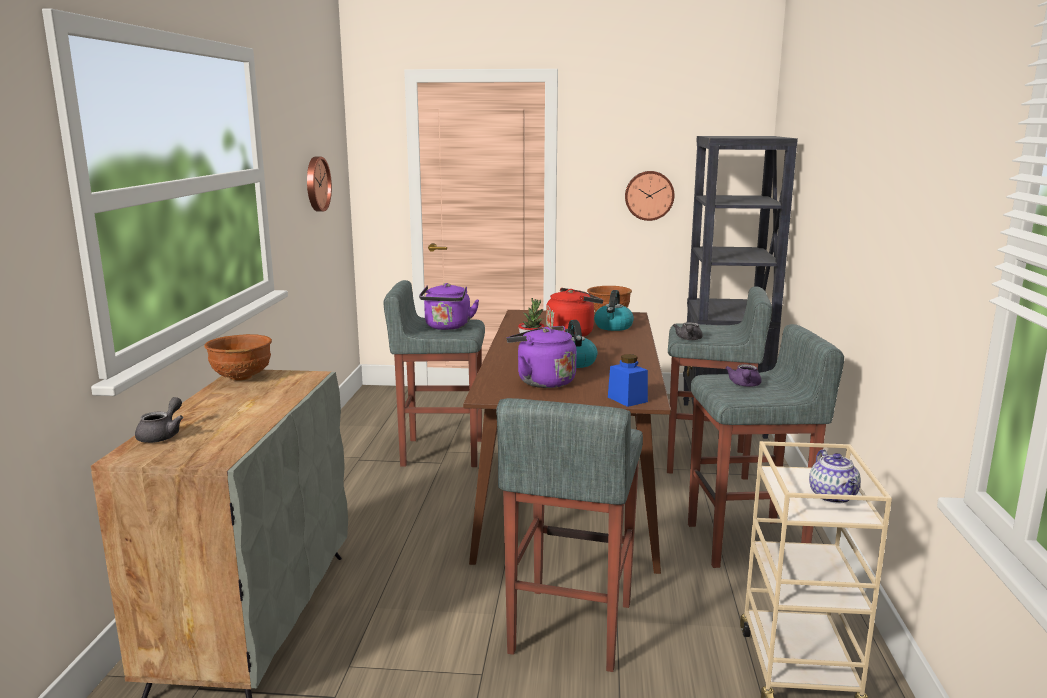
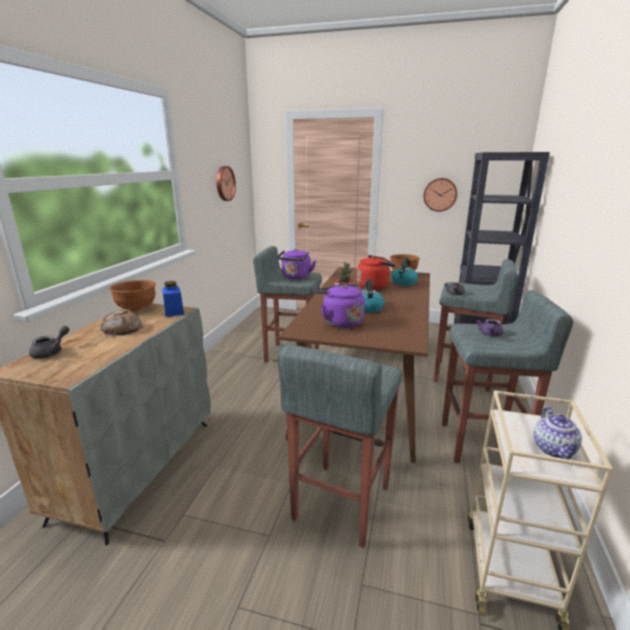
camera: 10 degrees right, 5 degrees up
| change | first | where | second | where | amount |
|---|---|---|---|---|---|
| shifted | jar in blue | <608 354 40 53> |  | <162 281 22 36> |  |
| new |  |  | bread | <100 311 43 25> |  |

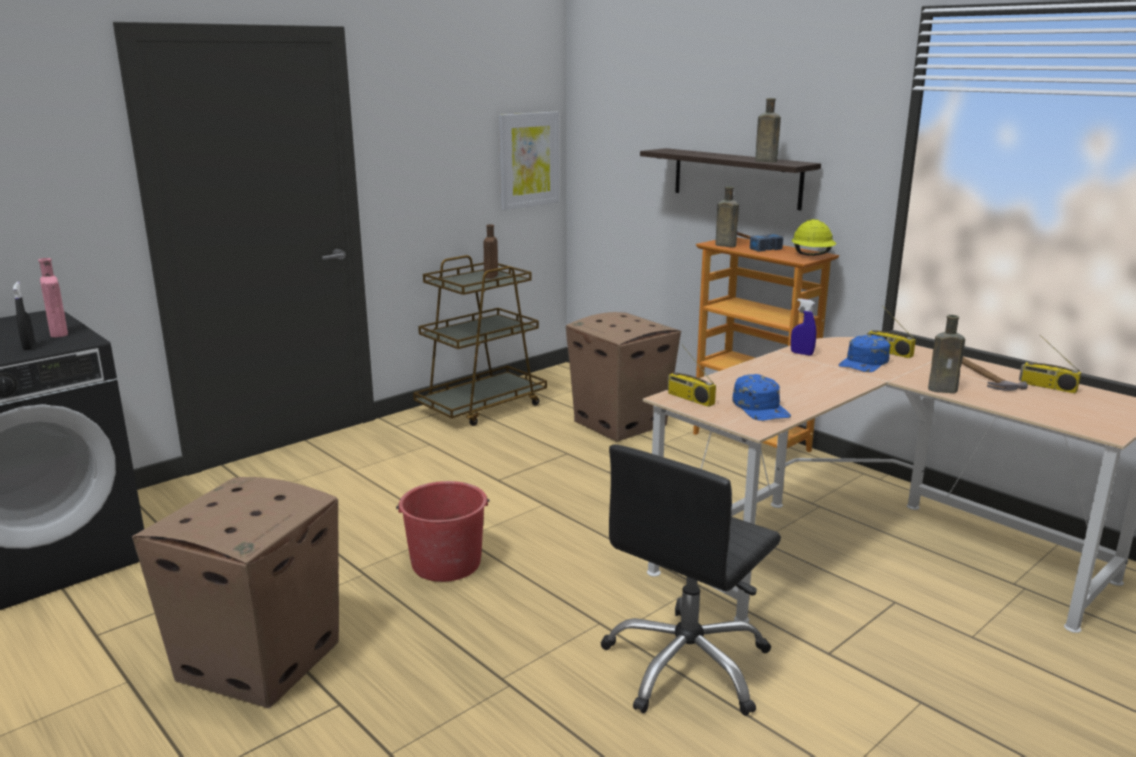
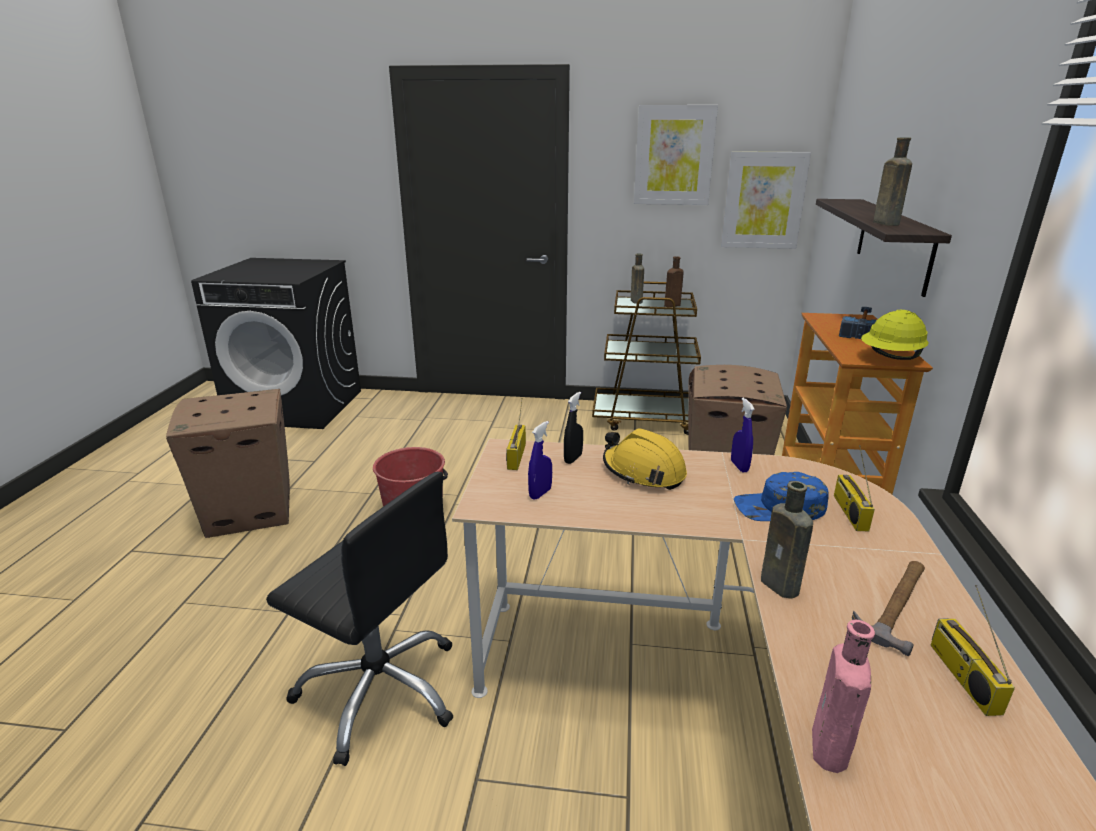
camera: 50 degrees right, 5 degrees up
| change | first | where | second | where | amount |
|---|---|---|---|---|---|
| shifted | spray bottle in black | <13 282 22 68> |  | <564 392 19 72> |  |
| shifted | bottle in pink | <38 258 30 79> |  | <812 620 63 153> |  |
| rotated | office chair in black | <600 444 181 272> |  | <266 472 188 294> | 150 degrees counterclockwise |
| shifted | bottle in brown | <715 186 24 61> |  | <631 253 13 51> |  |
| swapped | cap in blue | <733 374 58 47> | spray bottle in blue | <528 421 24 79> |  |
| new |  |  | hard hat in yellow | <603 428 84 62> |  |
| new |  |  | picture | <634 105 84 100> |  |

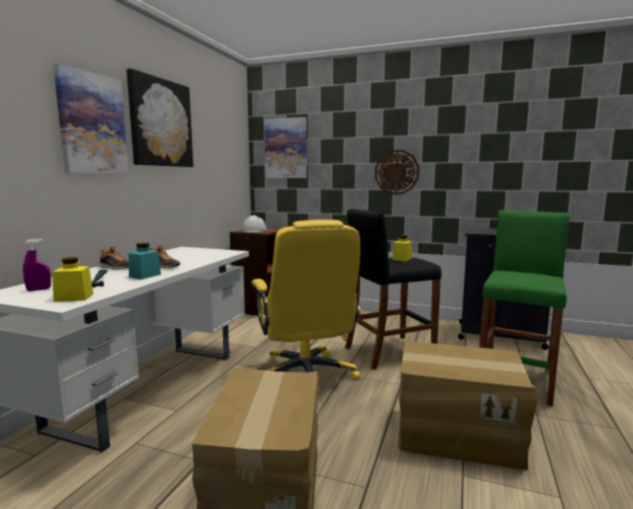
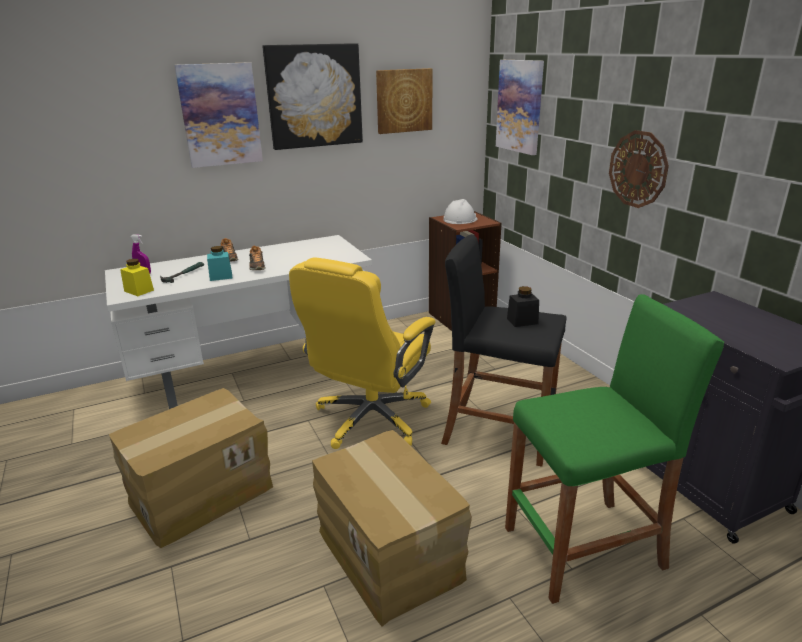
camera: 45 degrees right, 15 degrees up
| change | first | where | second | where | amount |
|---|---|---|---|---|---|
| repainted | jar in yellow | <393 235 19 27> | jar in black | <507 286 32 41> |  |
| new |  |  | picture | <376 68 57 66> |  |

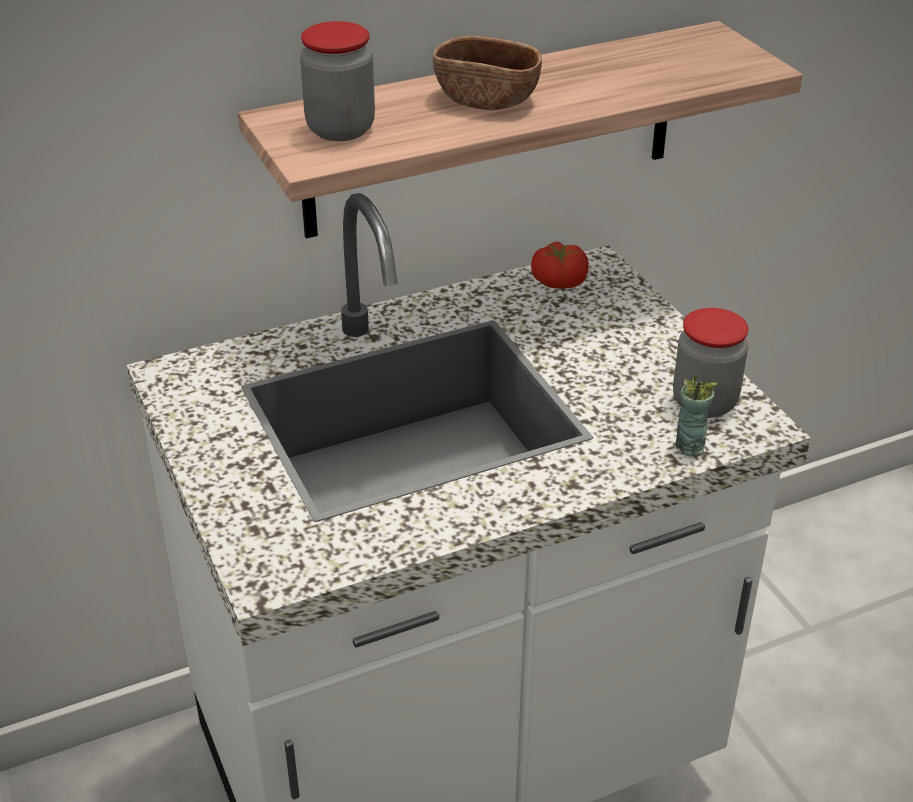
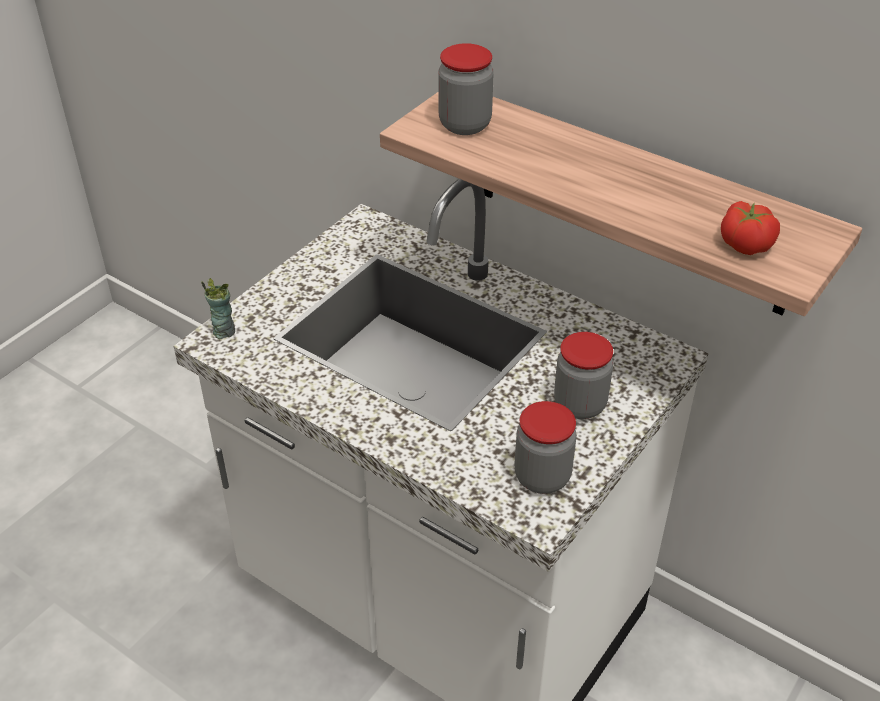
camera: 60 degrees right, 5 degrees up
| change | first | where | second | where | amount |
|---|---|---|---|---|---|
| gone | bowl in brown | <433 36 109 74> |  |  |  |
| shifted | tomato | <531 241 58 47> |  | <721 201 59 54> |  |
| shifted | cup | <675 374 43 82> |  | <201 278 34 61> |  |
| new |  |  | jar | <554 332 59 87> |  |

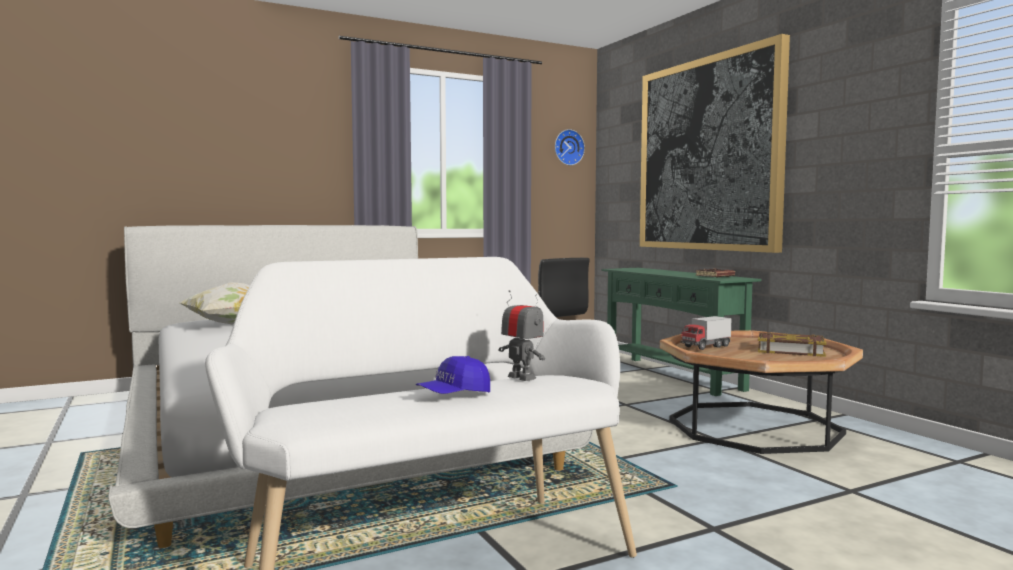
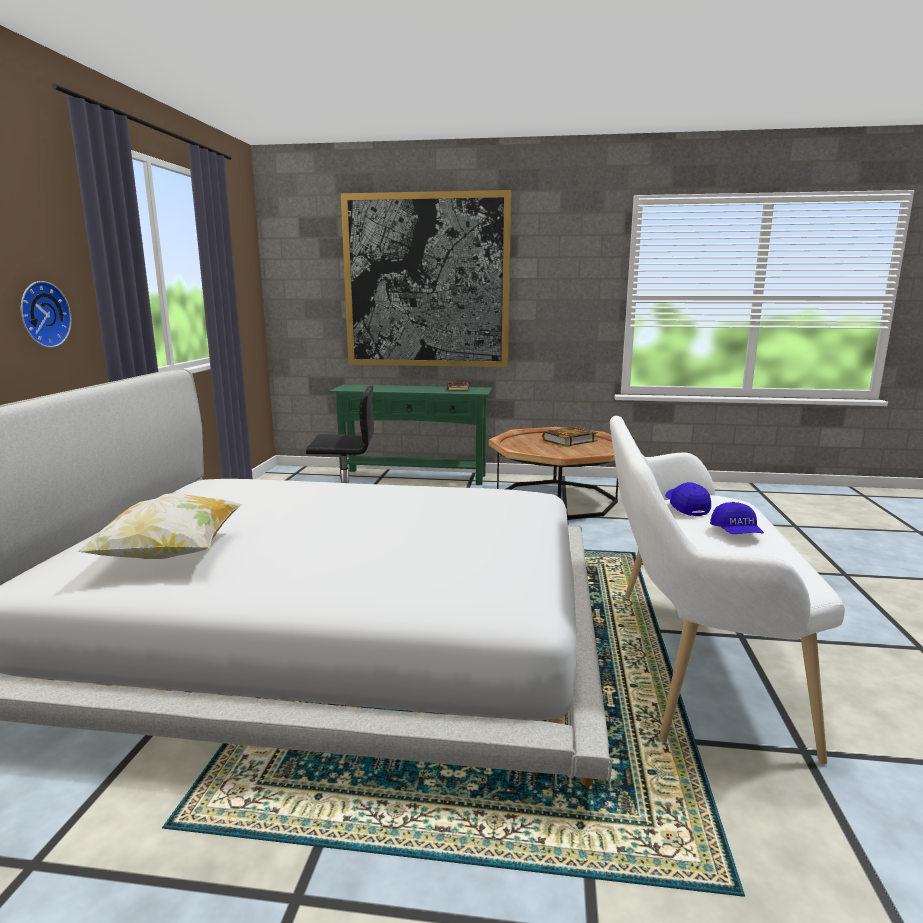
camera: 55 degrees left, 10 degrees up
| change | first | where | second | where | amount |
|---|---|---|---|---|---|
| swapped | toy robot | <498 290 47 91> | cap in blue | <665 482 46 34> |  |
| shifted | wall clock | <555 129 30 36> |  | <21 281 51 67> |  |
| gone | toy truck | <680 316 52 34> |  |  |  |

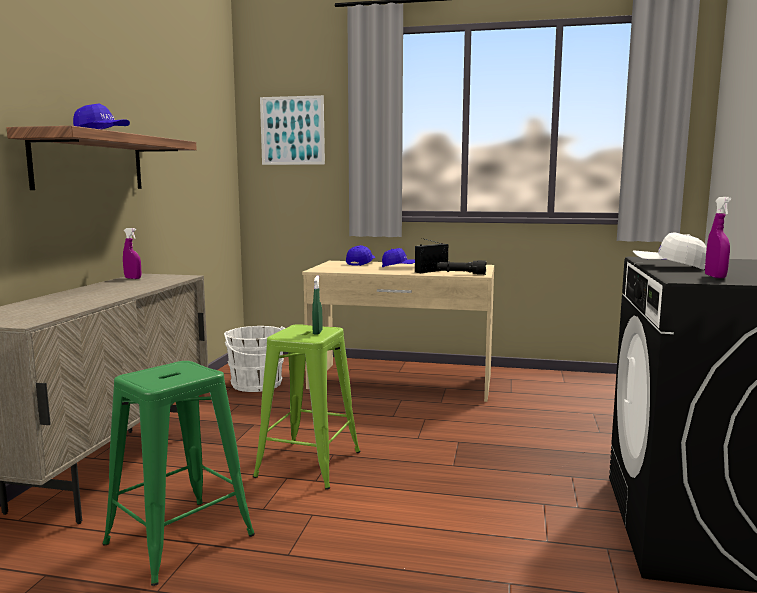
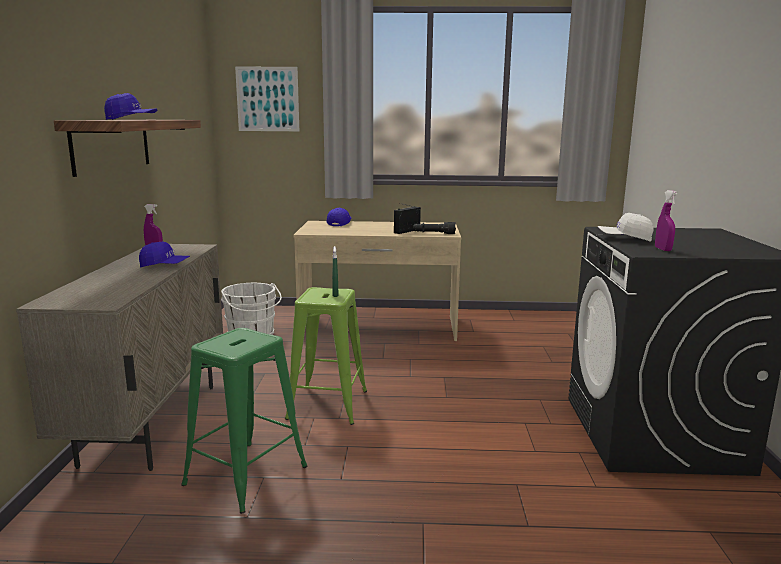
camera: 10 degrees left, 5 degrees up
| change | first | where | second | where | amount |
|---|---|---|---|---|---|
| shifted | cap in blue | <382 248 33 19> |  | <139 242 51 26> |  |

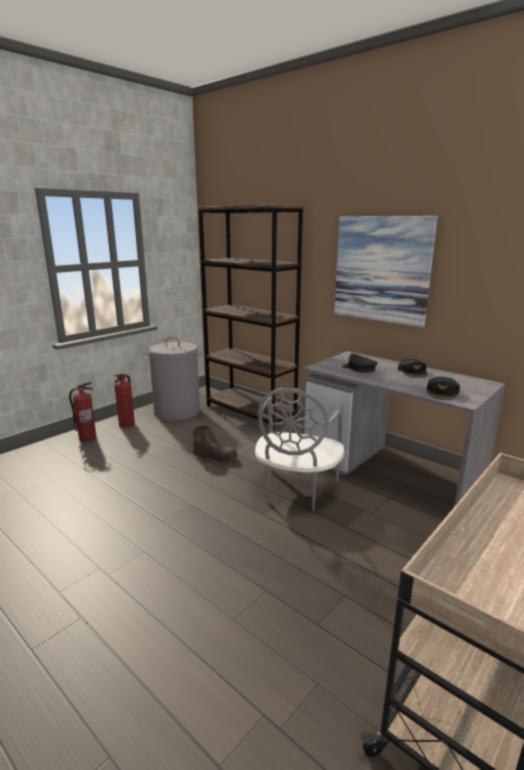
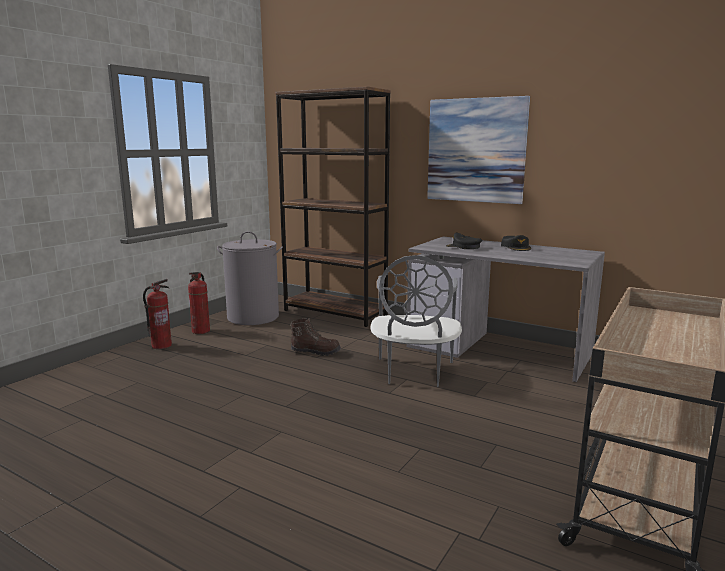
camera: 10 degrees left, 5 degrees down
| change | first | where | second | where | amount |
|---|---|---|---|---|---|
| gone | cap in black | <427 377 33 23> |  |  |  |

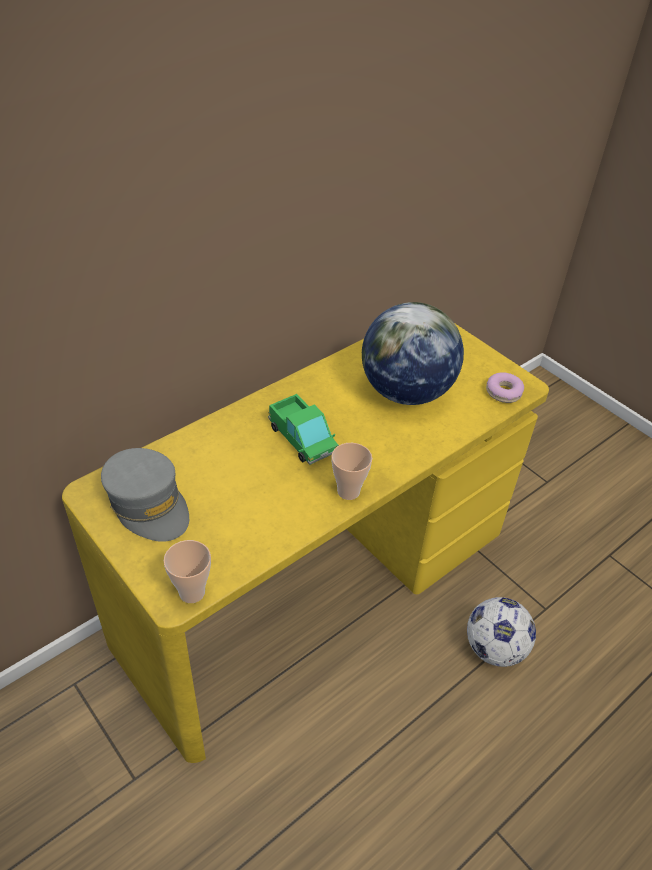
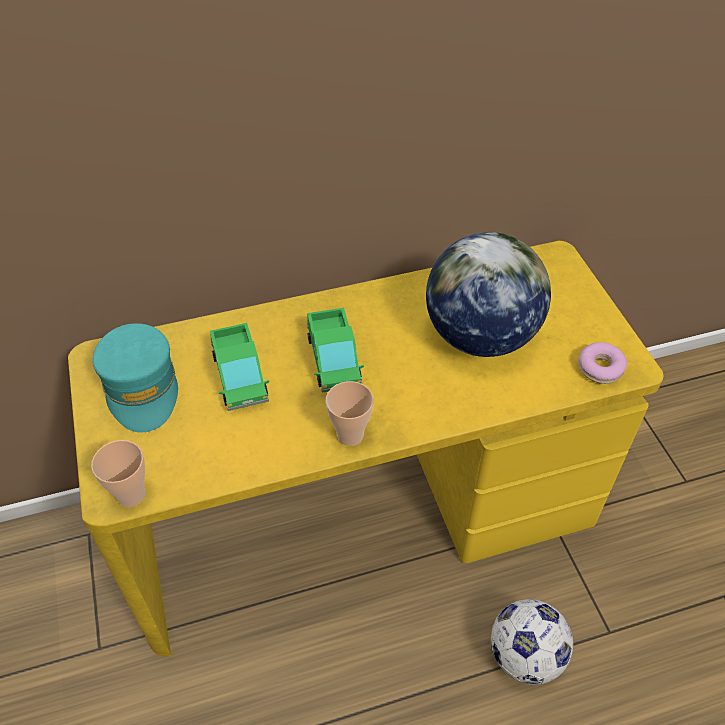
camera: 25 degrees right, 5 degrees up
| change | first | where | second | where | amount |
|---|---|---|---|---|---|
| repainted | cap in grey | <101 448 88 94> | cap in turquoise | <93 323 85 109> |  |
| new |  |  | toy truck | <210 323 59 88> |  |

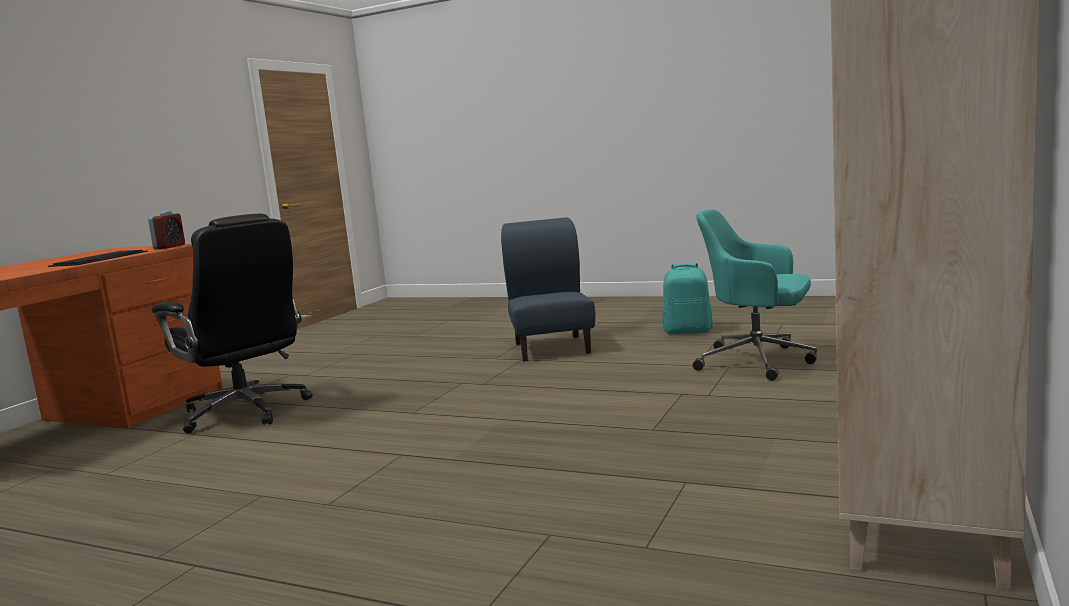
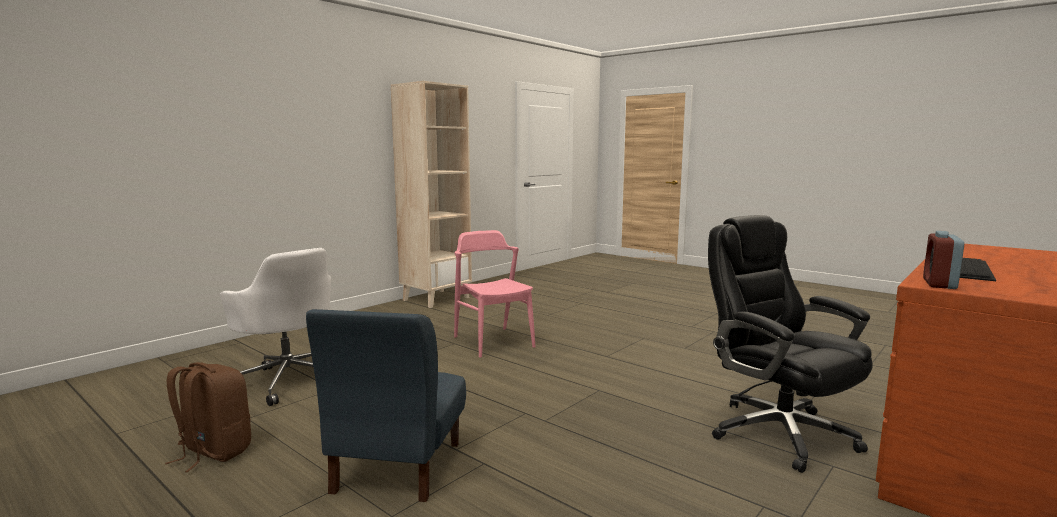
camera: 165 degrees left, 0 degrees up
| change | first | where | second | where | amount |
|---|---|---|---|---|---|
| repainted | backpack in turquoise | <662 262 51 72> | backpack in brown | <165 362 86 110> |  |
| repainted | office chair in turquoise | <693 209 124 172> | office chair in white | <220 248 111 158> |  |
| new |  |  | chair in pink | <454 230 81 128> |  |

